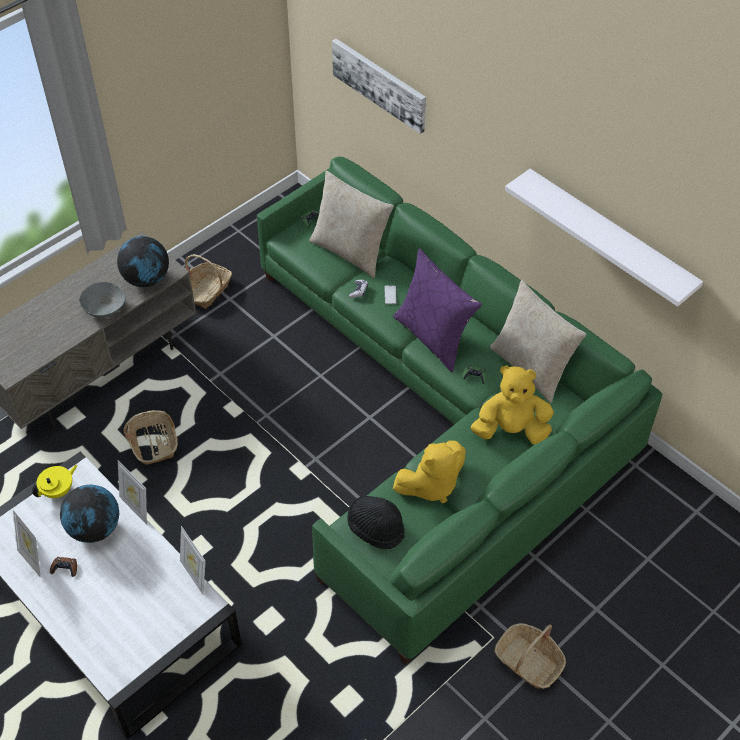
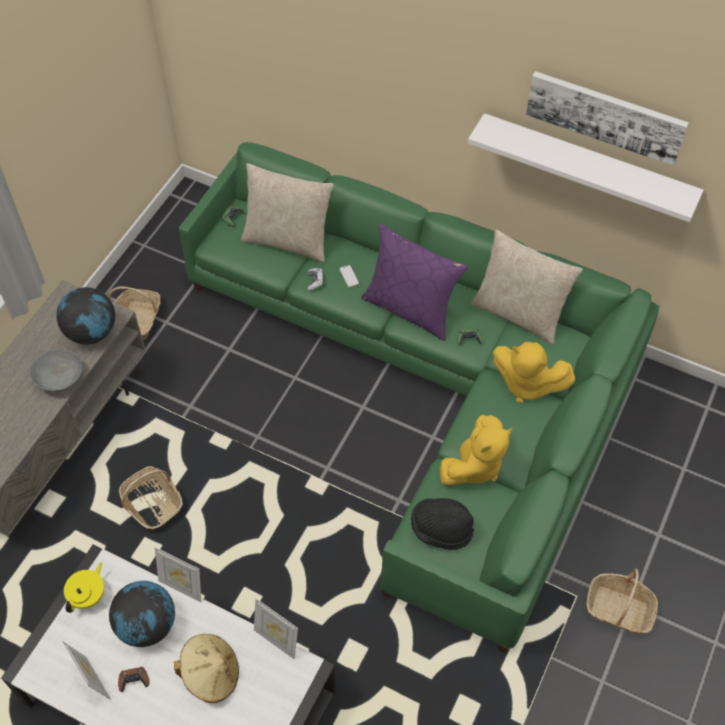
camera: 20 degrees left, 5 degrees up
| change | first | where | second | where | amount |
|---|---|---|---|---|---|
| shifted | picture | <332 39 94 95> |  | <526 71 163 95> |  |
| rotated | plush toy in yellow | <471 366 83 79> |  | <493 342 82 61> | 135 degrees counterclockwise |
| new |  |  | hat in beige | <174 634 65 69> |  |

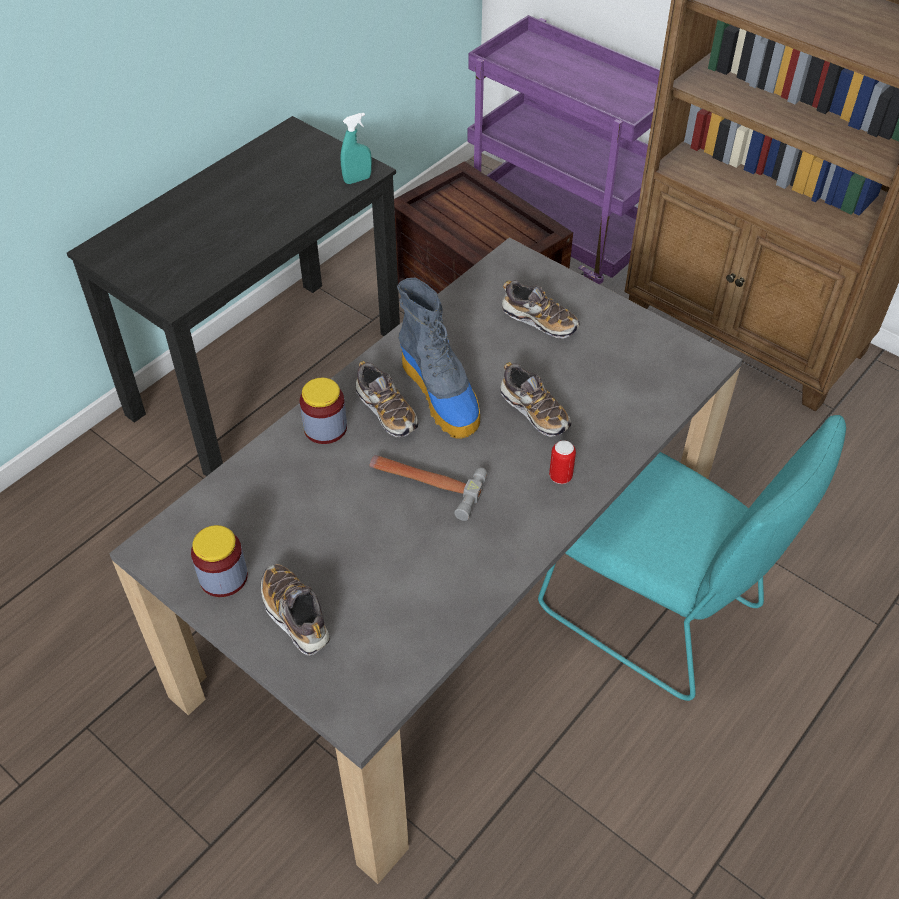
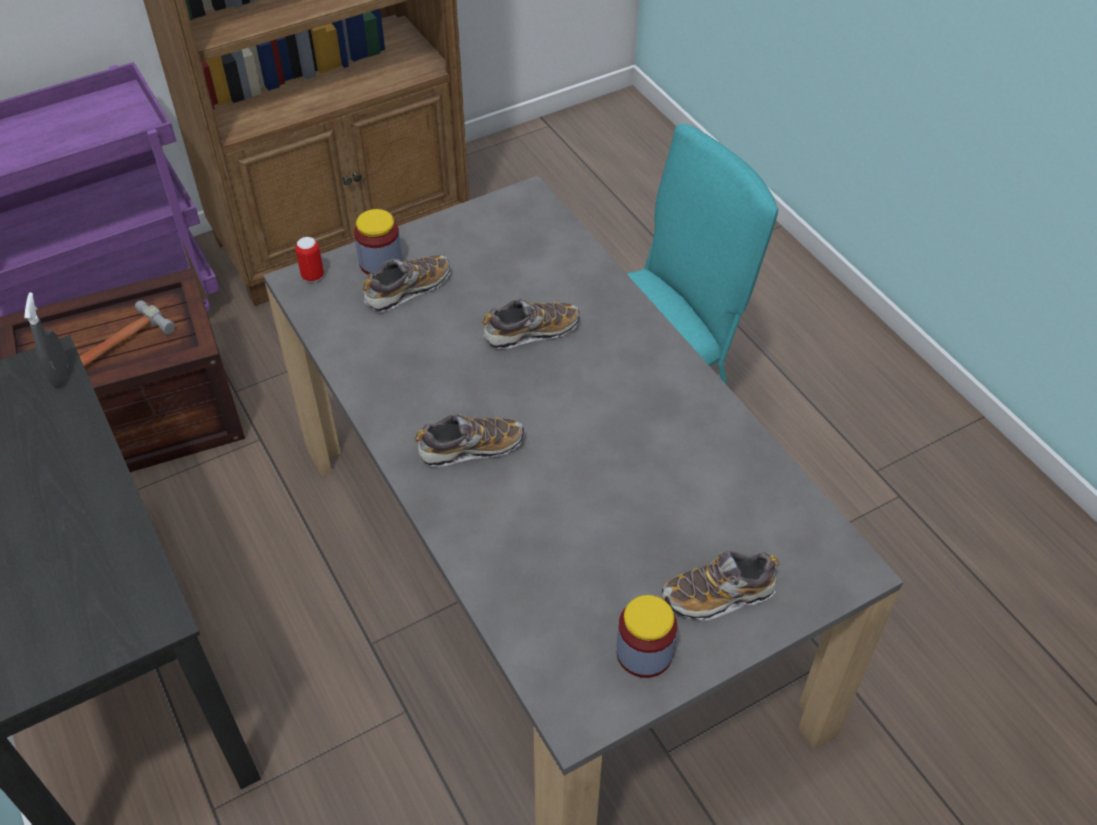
camera: 70 degrees left, 0 degrees up
| change | first | where | second | where | amount |
|---|---|---|---|---|---|
| shifted | jar | <300 378 47 66> |  | <354 209 48 66> |  |
| repainted | spray bottle in turquoise | <340 113 32 71> | spray bottle in grey | <24 292 44 95> |  |
| shifted | hammer | <370 455 117 66> |  | <80 300 95 67> |  |
| gone | boot | <397 277 83 162> |  |  |  |
| shifted | can | <549 440 27 44> |  | <295 237 29 45> |  |

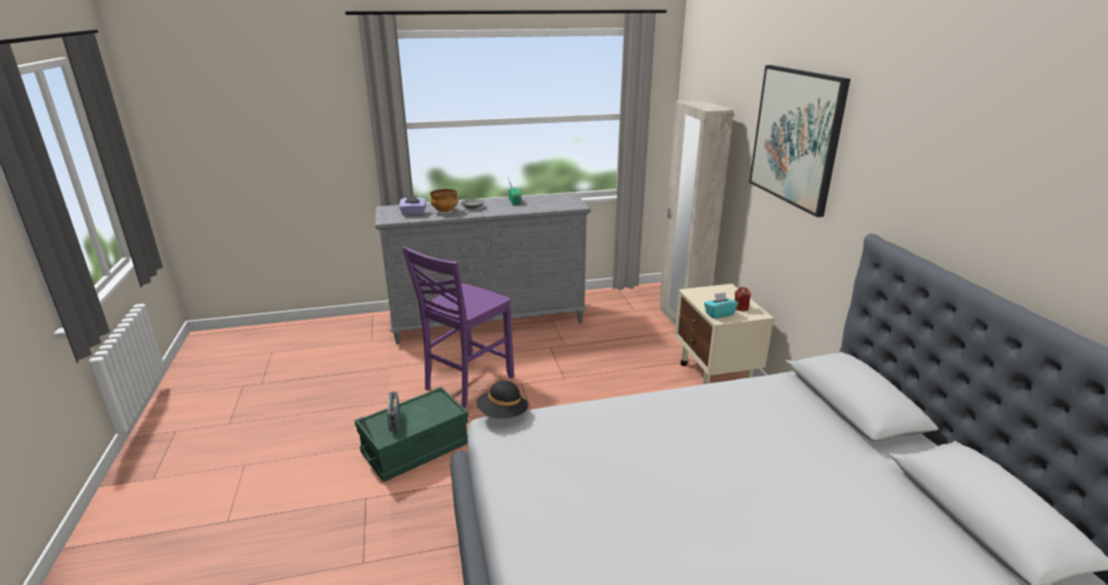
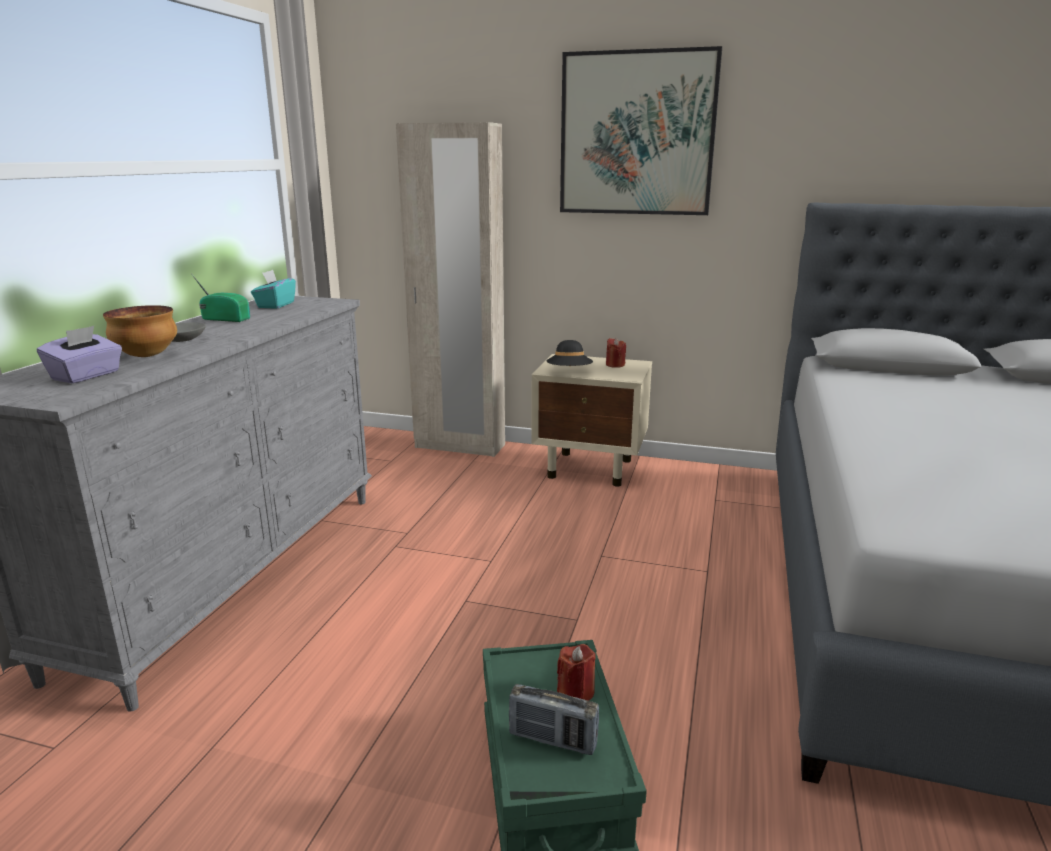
camera: 60 degrees left, 5 degrees down
| change | first | where | second | where | amount |
|---|---|---|---|---|---|
| gone | chair in purple | <402 246 112 162> |  |  |  |
| shifted | hat in black | <477 380 51 39> |  | <547 340 46 26> |  |
| shifted | tissue box in turquoise | <704 292 34 27> |  | <251 270 45 39> |  |
| new |  |  | candle in red | <557 644 39 57> |  |

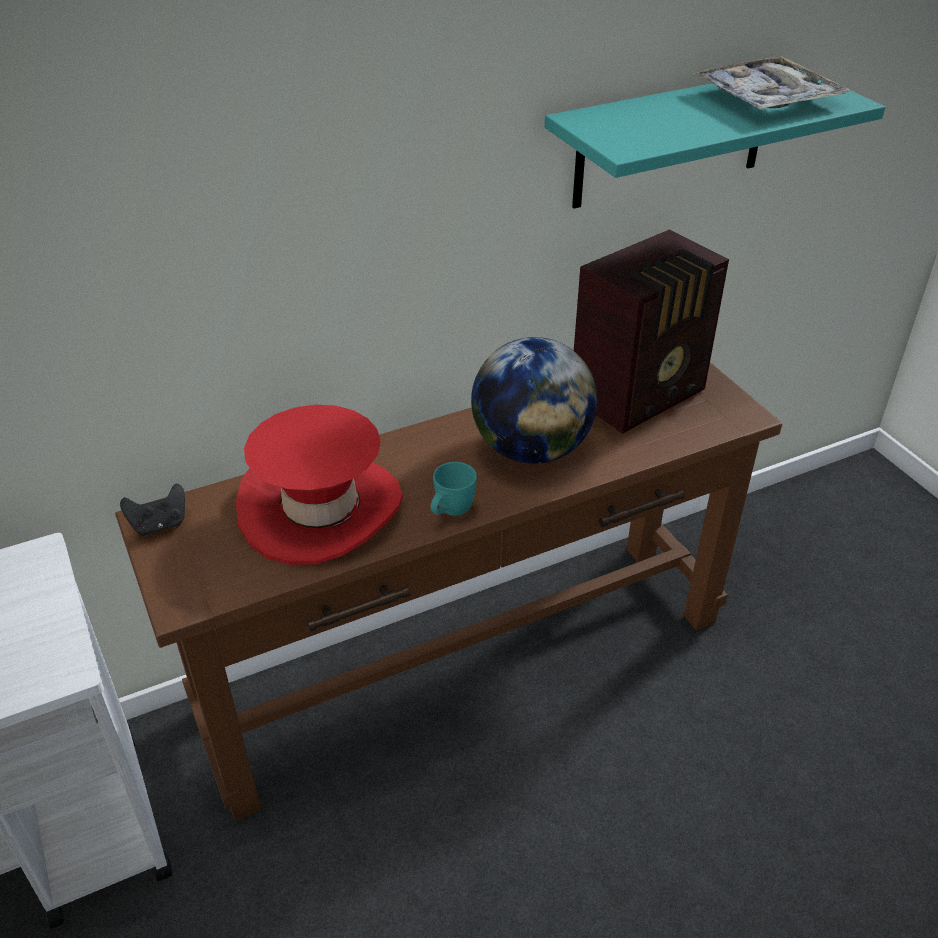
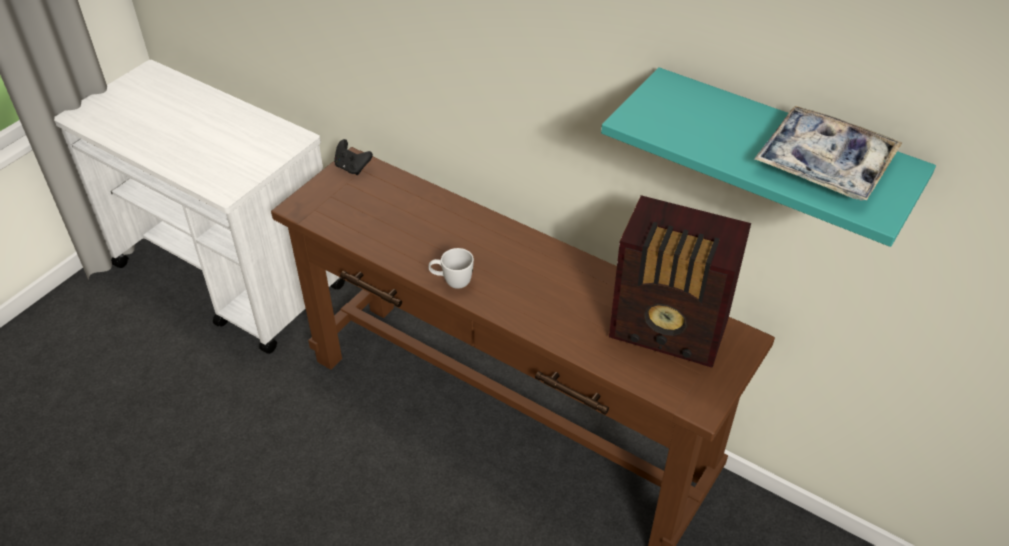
camera: 60 degrees right, 5 degrees up
| change | first | where | second | where | amount |
|---|---|---|---|---|---|
| gone | hat in red | <236 405 167 160> |  |  |  |
| repainted | mug in turquoise | <431 462 46 54> | mug in white | <428 248 46 41> |  |
| gone | globe | <471 337 126 127> |  |  |  |

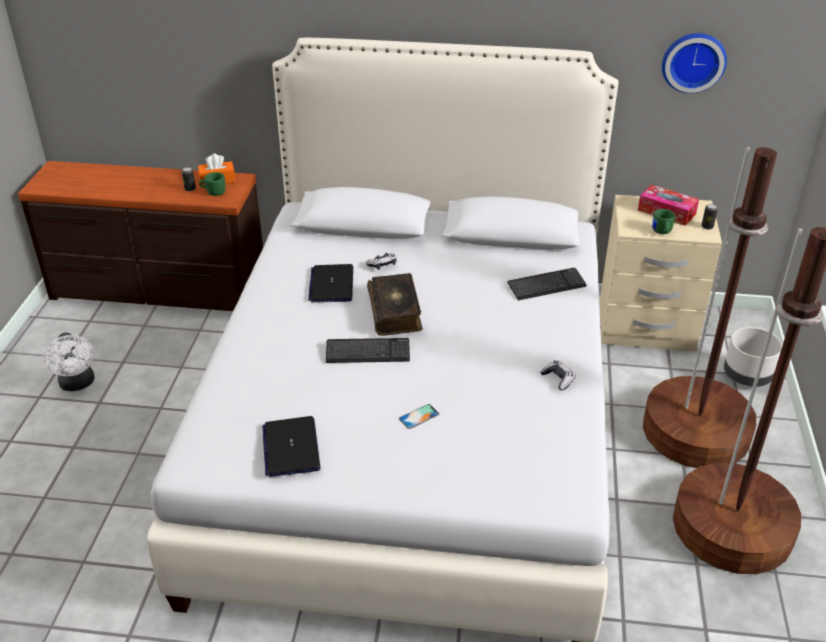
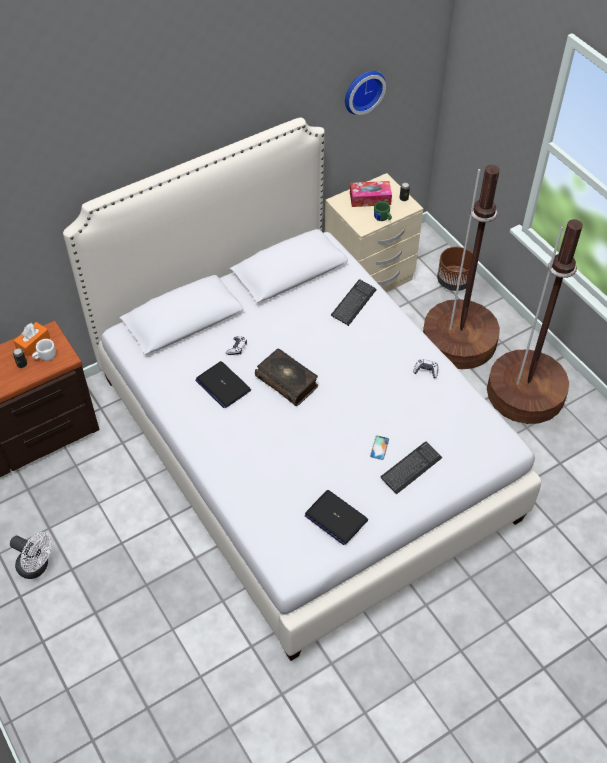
camera: 40 degrees left, 15 degrees up
| change | first | where | second | where | amount |
|---|---|---|---|---|---|
| repainted | mug in green | <199 172 27 24> | mug in white | <32 339 24 22> |  |
| shifted | keyboard | <326 338 84 25> |  | <381 442 61 53> |  |
| repainted | planter in grey | <724 327 59 60> | planter in brown | <437 247 36 44> |  |

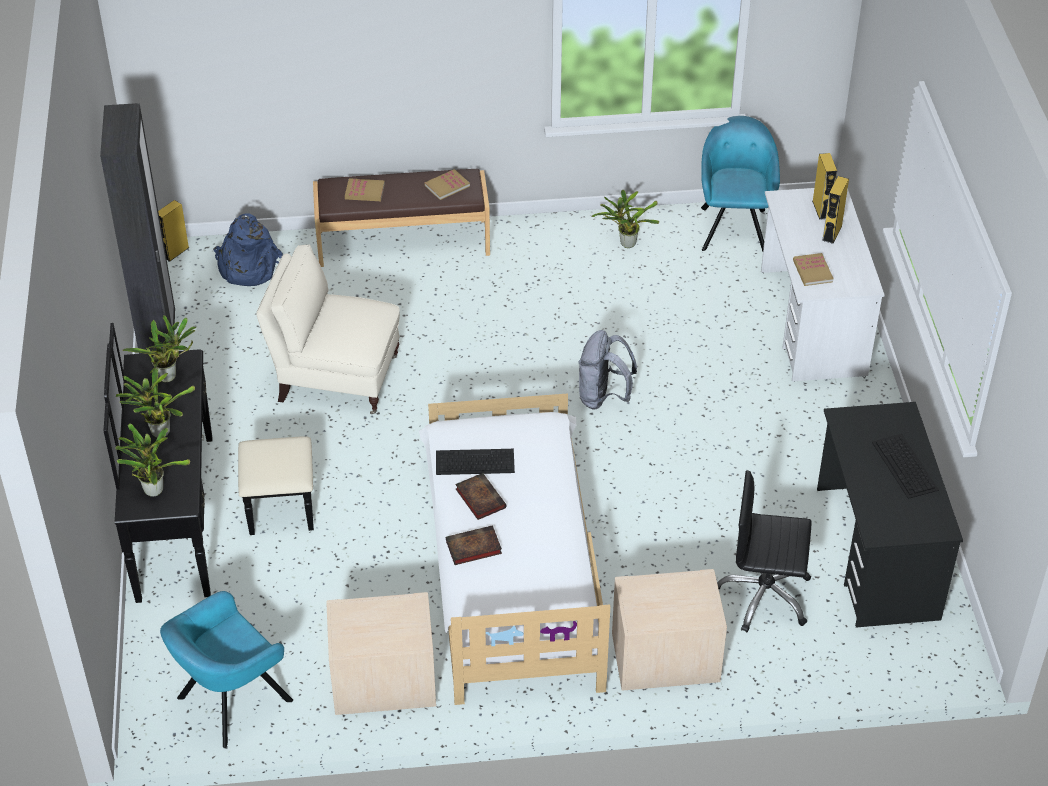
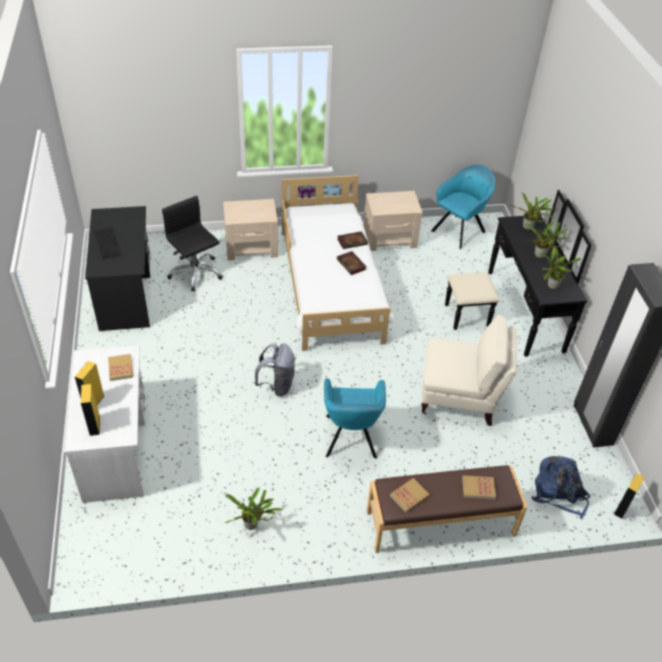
camera: 175 degrees right, 0 degrees up
| change | first | where | second | where | amount |
|---|---|---|---|---|---|
| gone | keyboard | <436 449 79 26> |  |  |  |
| shifted | armchair in turquoise | <701 116 79 135> |  | <324 378 62 81> |  |
| rotated | office chair in black | <717 470 95 162> |  | <162 196 61 96> | 135 degrees counterclockwise |

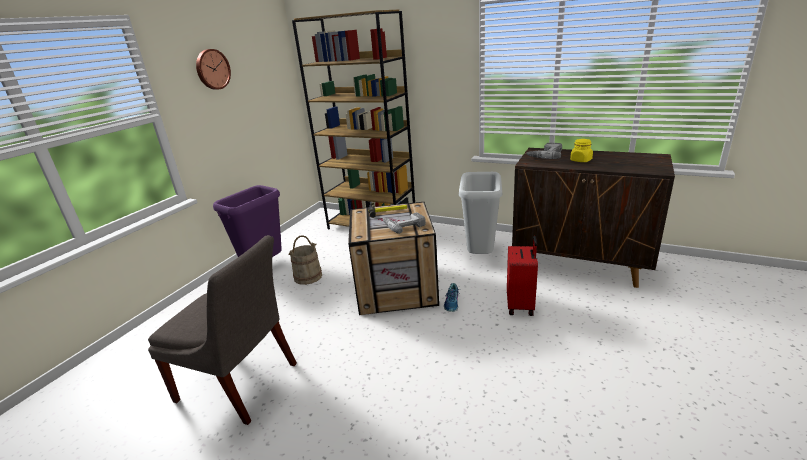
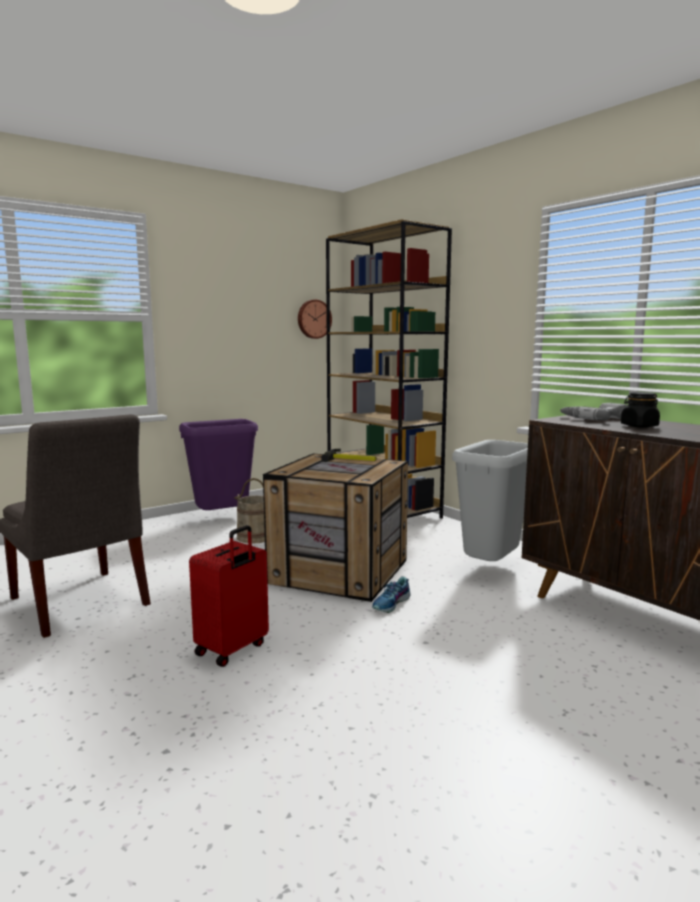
camera: 25 degrees right, 15 degrees down
| change | first | where | second | where | amount |
|---|---|---|---|---|---|
| shifted | wall clock | <196 49 35 40> |  | <298 300 34 39> |  |
| gone | power drill | <383 212 43 22> |  |  |  |
| shifted | suitcase in red | <507 236 31 80> |  | <189 525 80 142> |  |
| repainted | jar in yellow | <570 139 23 23> | jar in black | <621 392 39 36> |  |

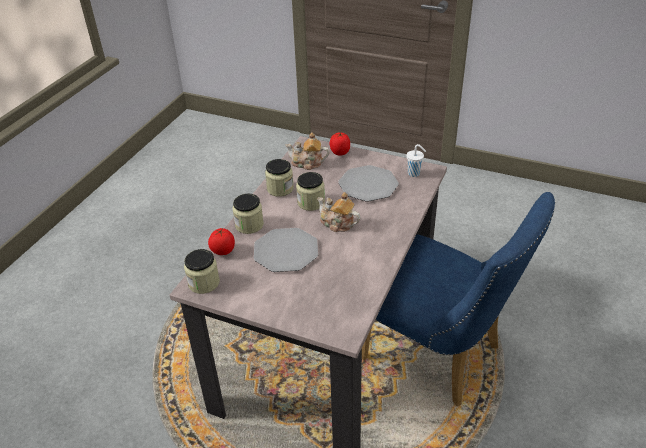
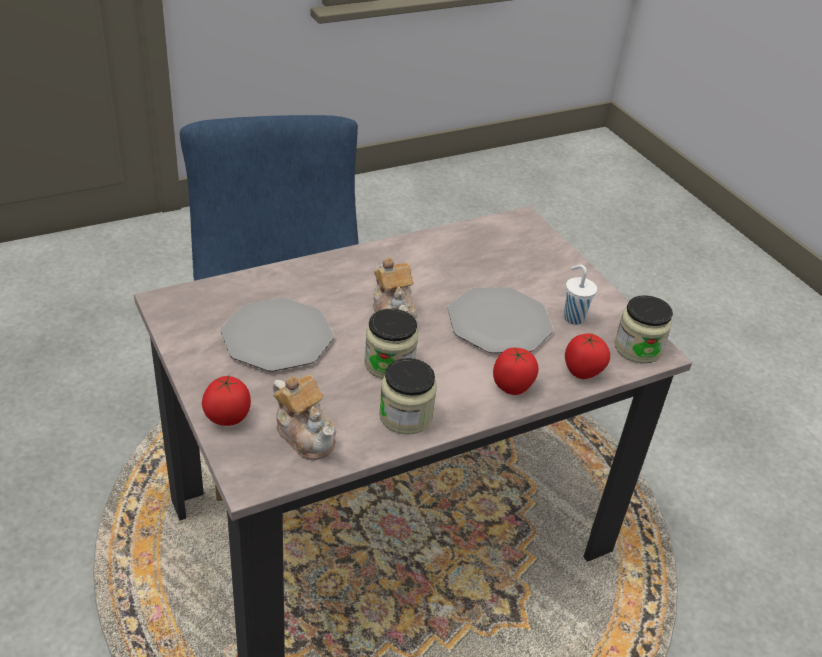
camera: 145 degrees left, 0 degrees up
| change | first | where | second | where | amount |
|---|---|---|---|---|---|
| swapped | jar | <233 194 31 40> | tomato | <493 348 45 47> |  |
| shifted | cup in white | <406 144 20 33> |  | <564 265 33 60> |  |

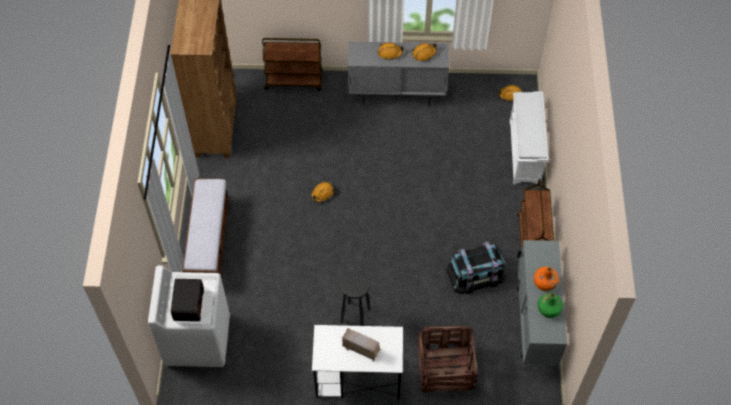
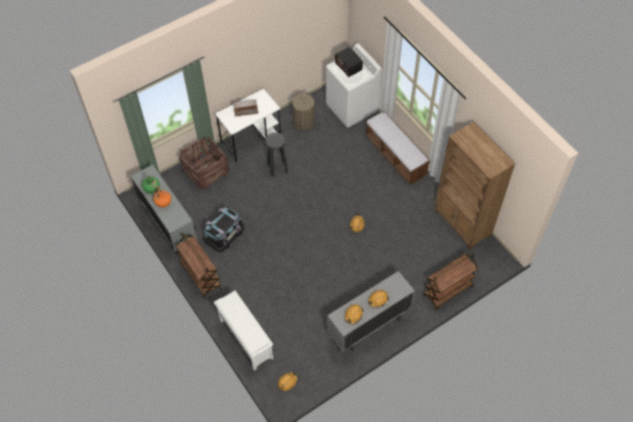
camera: 145 degrees right, 0 degrees up
| change | first | where | second | where | amount |
|---|---|---|---|---|---|
| new |  |  | laundry basket | <292 93 23 37> |  |

